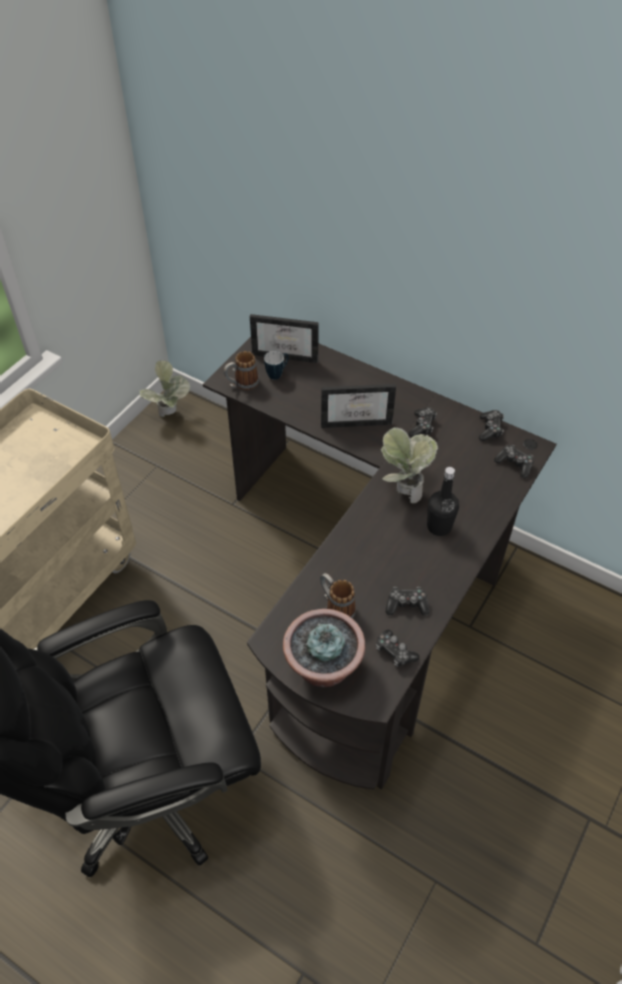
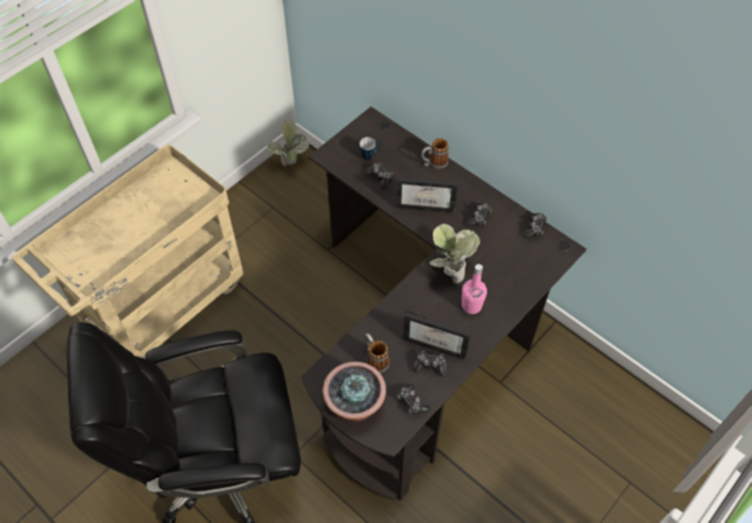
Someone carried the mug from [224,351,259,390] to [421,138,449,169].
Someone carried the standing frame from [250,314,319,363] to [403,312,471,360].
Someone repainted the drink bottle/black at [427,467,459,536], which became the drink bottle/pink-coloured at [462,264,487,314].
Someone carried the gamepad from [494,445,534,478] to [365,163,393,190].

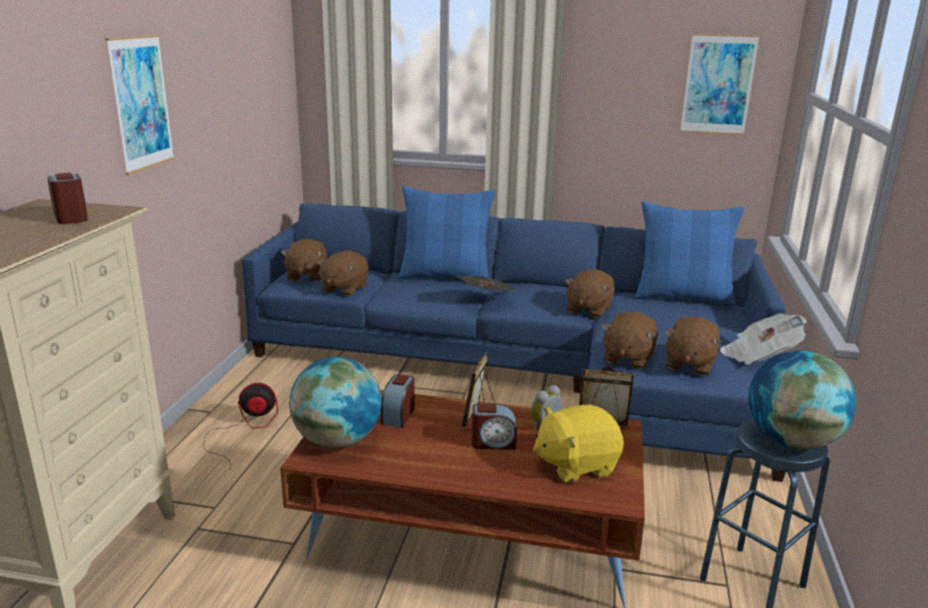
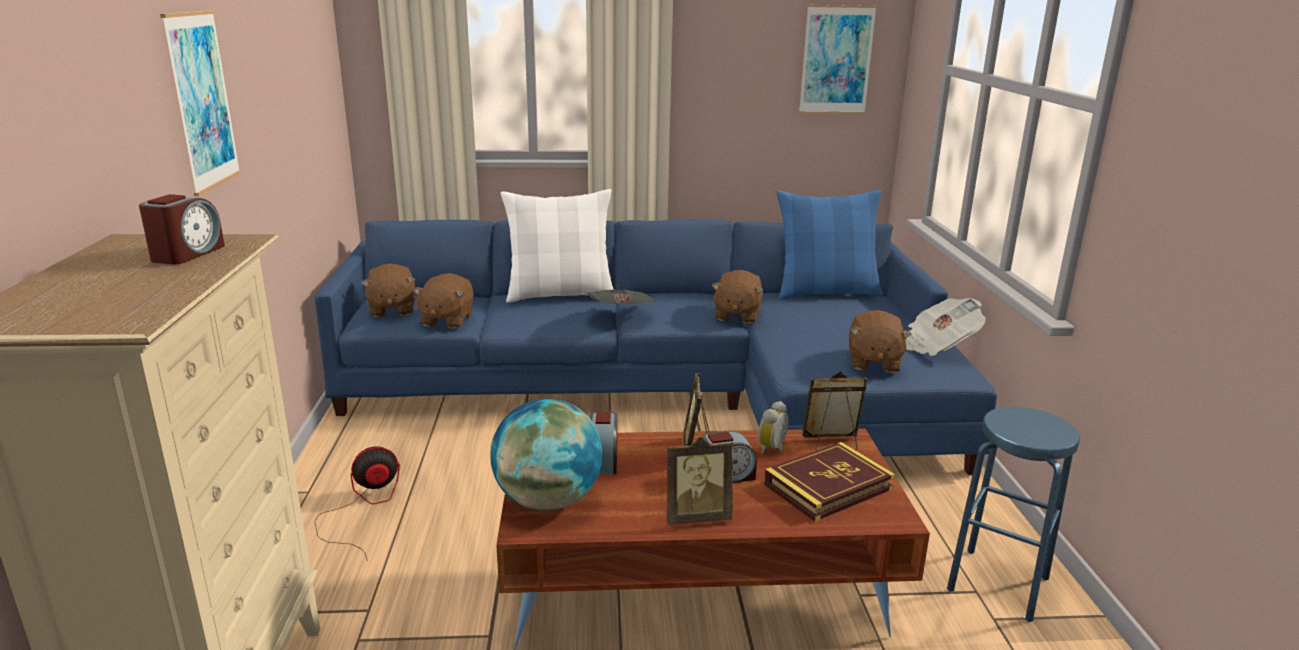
Someone rotated the alarm clock at [48,173,88,224] by 60 degrees clockwise.
Someone repainted the pillow/bluish at [398,186,496,279], which became the pillow/white-coloured at [500,189,613,303].
Someone swapped the cuddly toy/yellow-coloured at [533,405,624,483] for the bound book at [764,442,895,522].
Someone took away the cuddly toy/brownish at [601,312,658,369].
Someone took away the globe at [749,350,856,449].
Someone put down the standing frame at [667,436,733,525].

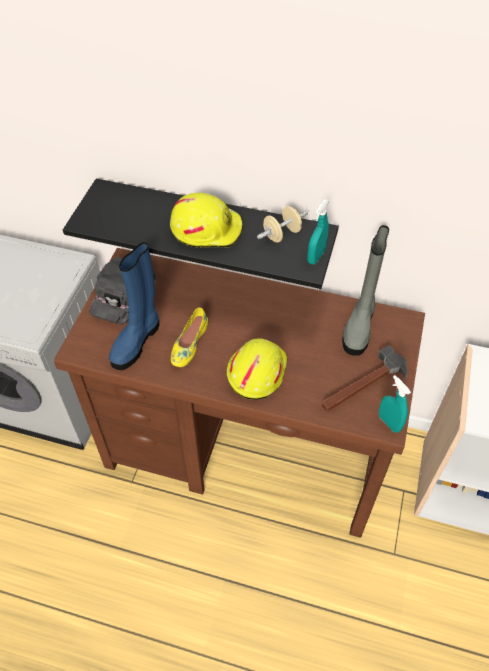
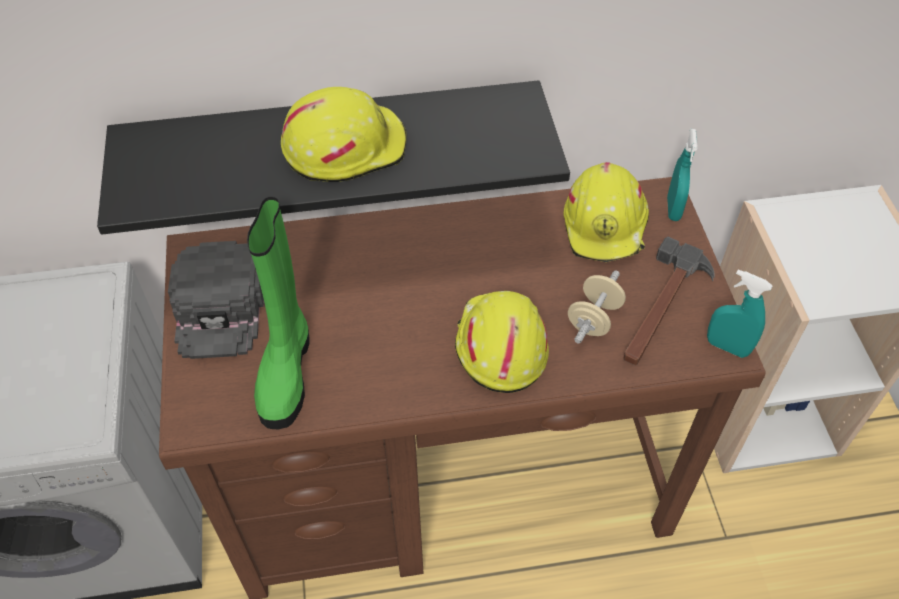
Someone repainted the high-top boot/bluish at [109,242,159,370], which became the high-top boot/greenish at [247,197,310,429].
Someone took away the low shoe/yellow-coloured at [171,308,208,367].
Someone carried the hand weight/sand-coloured from [257,206,308,243] to [568,270,626,344].
Someone carried the spray bottle/turquoise-coloured from [307,199,329,265] to [667,129,698,221].
Someone swapped the high-top boot/grey at [342,225,389,356] for the safety helmet/yellow-coloured at [563,162,649,262].

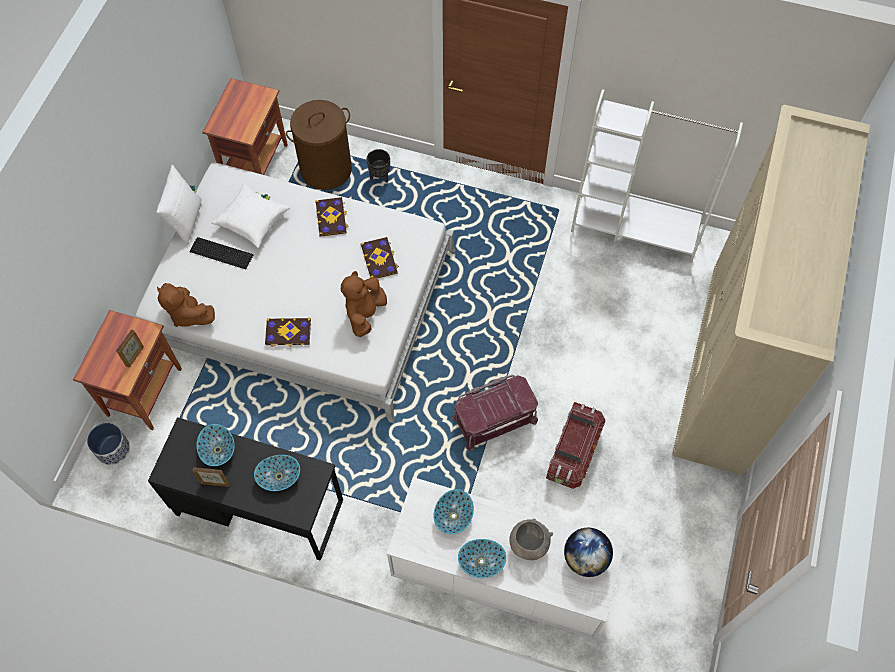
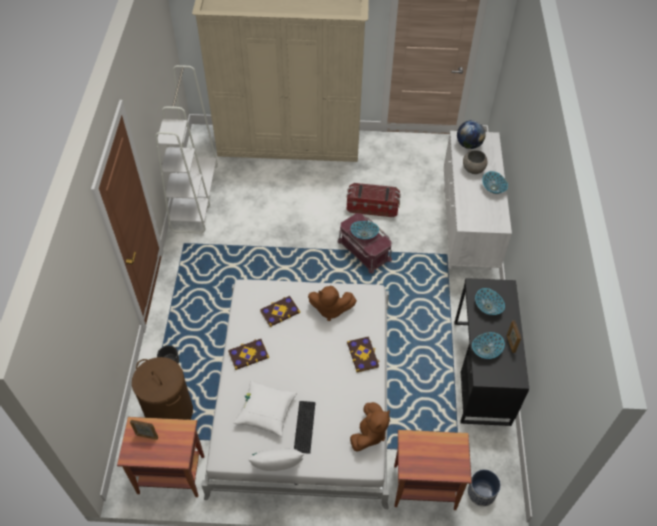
Someone carried the standing frame from [116,329,144,368] to [130,420,158,440].
Someone carried the bowl from [433,489,474,534] to [351,221,379,240].

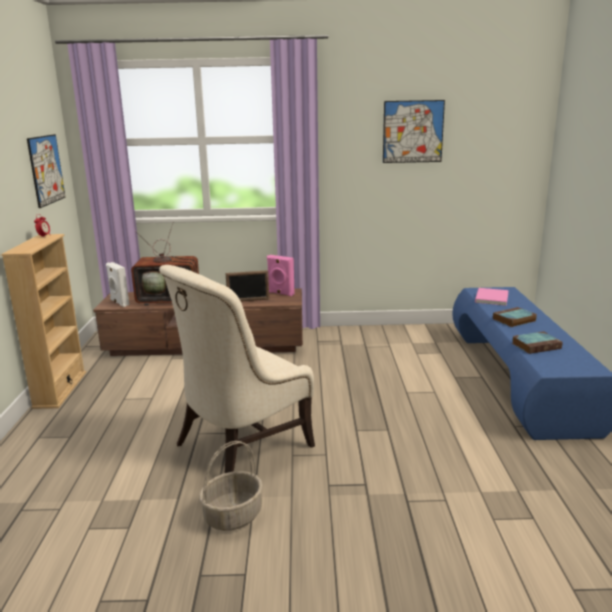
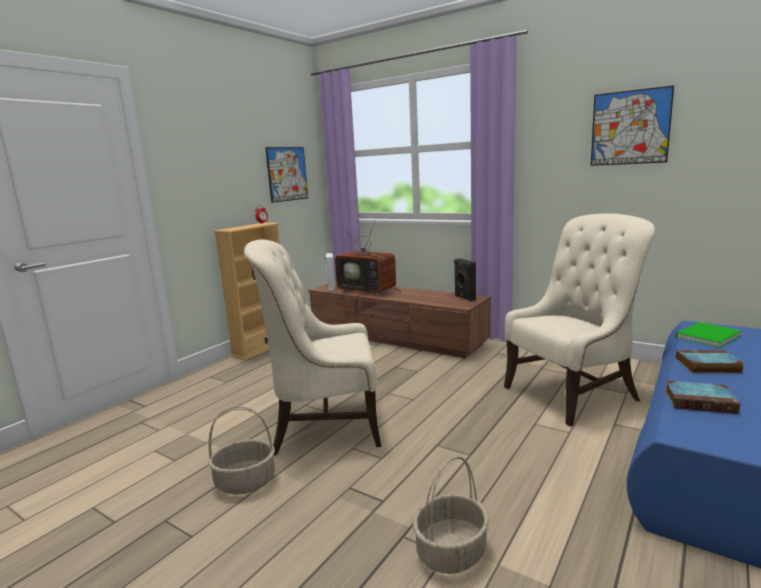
Someone took away the standing frame at [226,270,269,302].
Someone repainted the speaker/pink-coloured at [267,255,295,296], which became the speaker/black at [454,259,476,301].
Someone repainted the bound book/pink-coloured at [475,288,509,306], which became the bound book/greenish at [675,322,742,348].
Someone put down the household basket at [413,456,489,574].
Someone put down the armchair/sand-coloured at [504,213,655,426].

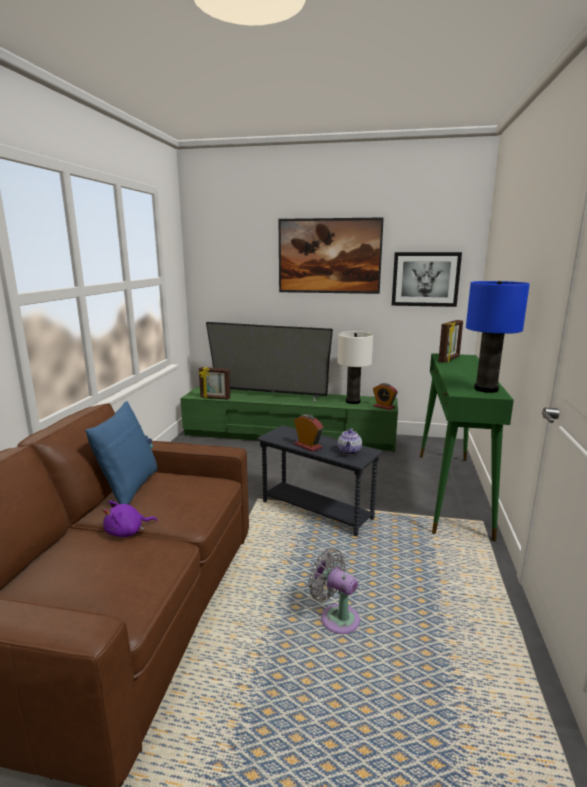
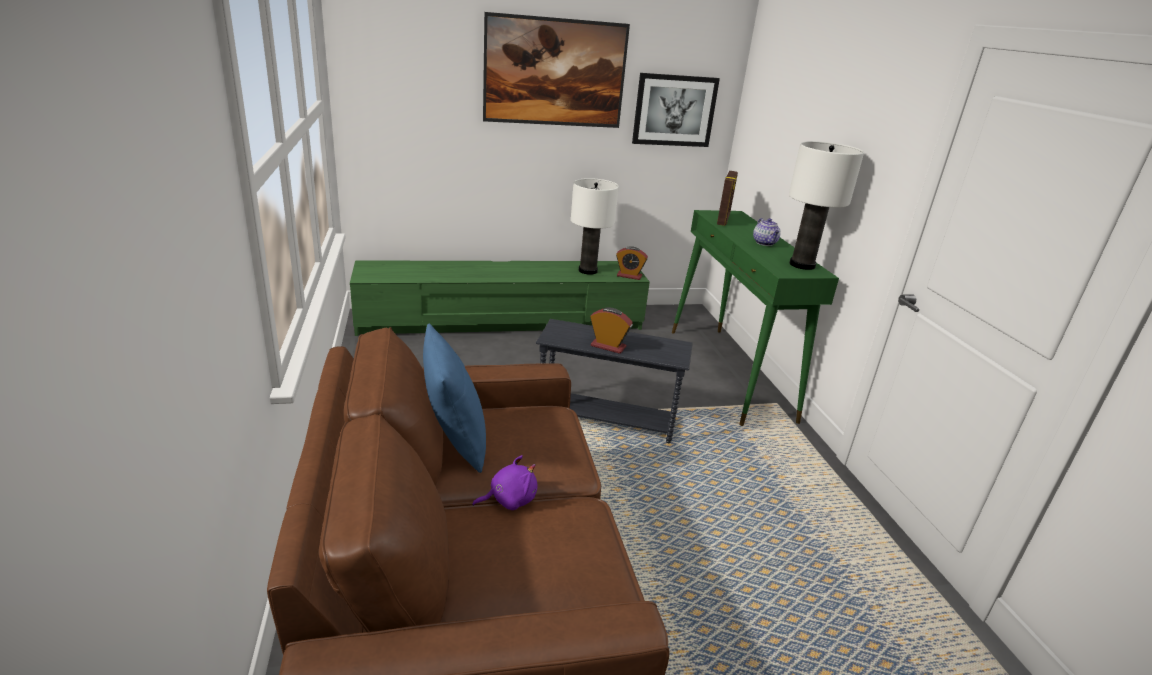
Someone rotated the cuddly toy/purple at [103,501,157,537] by 150 degrees counterclockwise.
Someone took away the standing frame at [199,367,230,400].
Someone took away the TV at [206,322,333,403].
Someone took away the fan/grey at [308,548,360,634].
Someone carried the teapot from [338,428,362,455] to [753,218,781,246].
Someone repainted the table lamp/bluish at [466,281,530,393], which became the table lamp/white-coloured at [789,141,864,270].

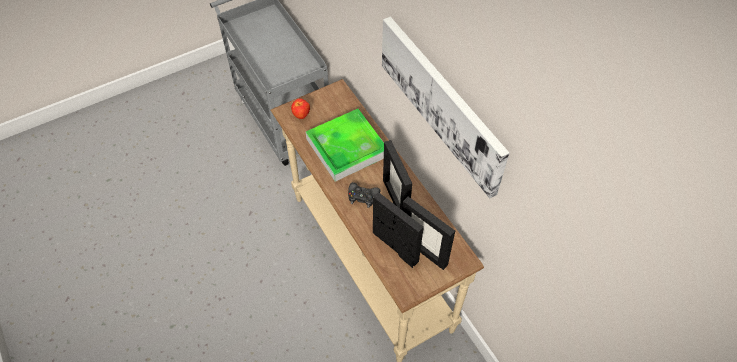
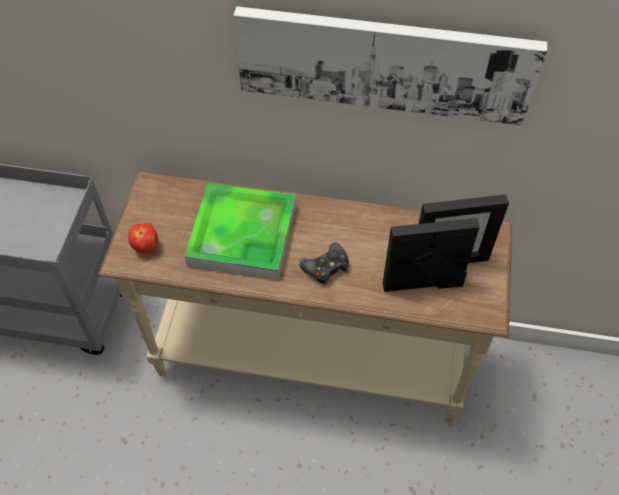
Someone took away the standing frame at [383,140,412,210].

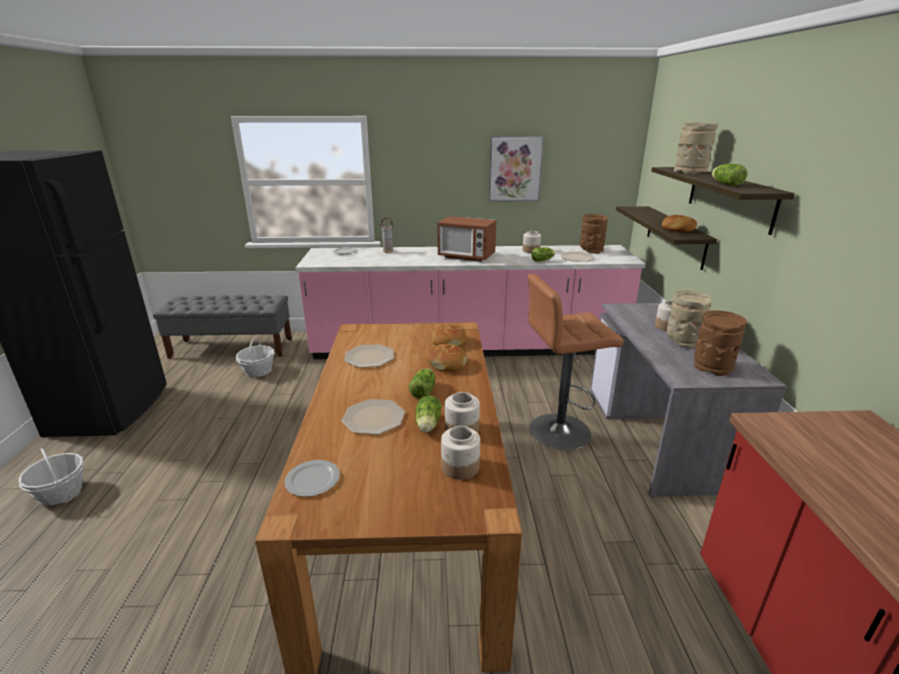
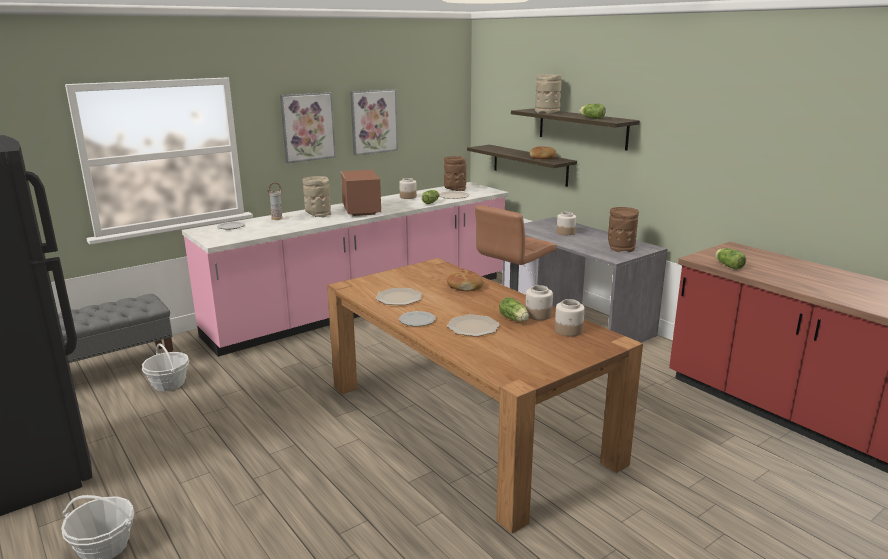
Someone carried the dinner plate from [284,460,340,497] to [399,311,436,326].
Someone carried the head of lettuce from [409,368,435,399] to [715,248,746,270].
Someone took away the bakery bread at [433,324,467,347].
Someone rotated the kitchen microwave at [437,216,496,262] by 90 degrees counterclockwise.
Someone carried the decorative vase/sand-coloured from [666,290,712,349] to [303,176,331,218].
Someone put up the wall art at [280,92,336,163].

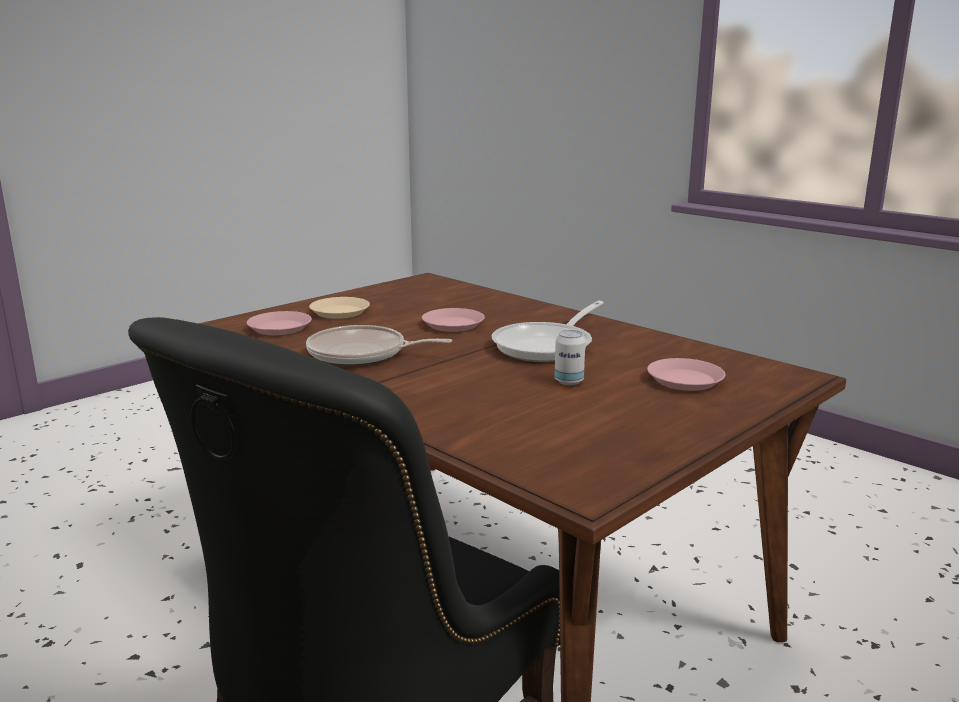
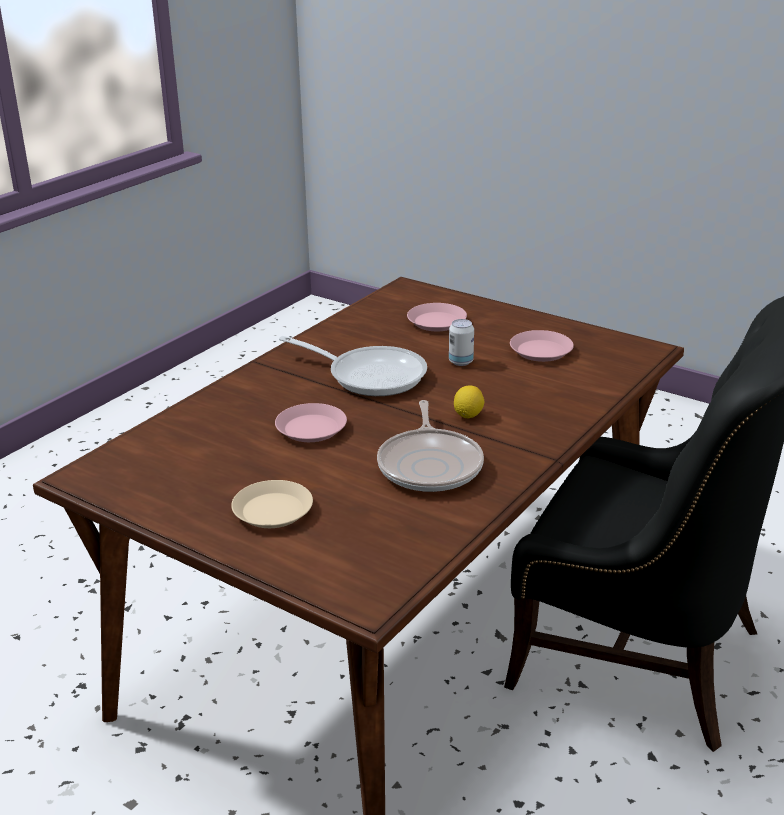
Someone carried the dinner plate/pink-coloured from [247,311,312,335] to [510,330,574,362].
Someone put down the lemon at [454,385,484,419].

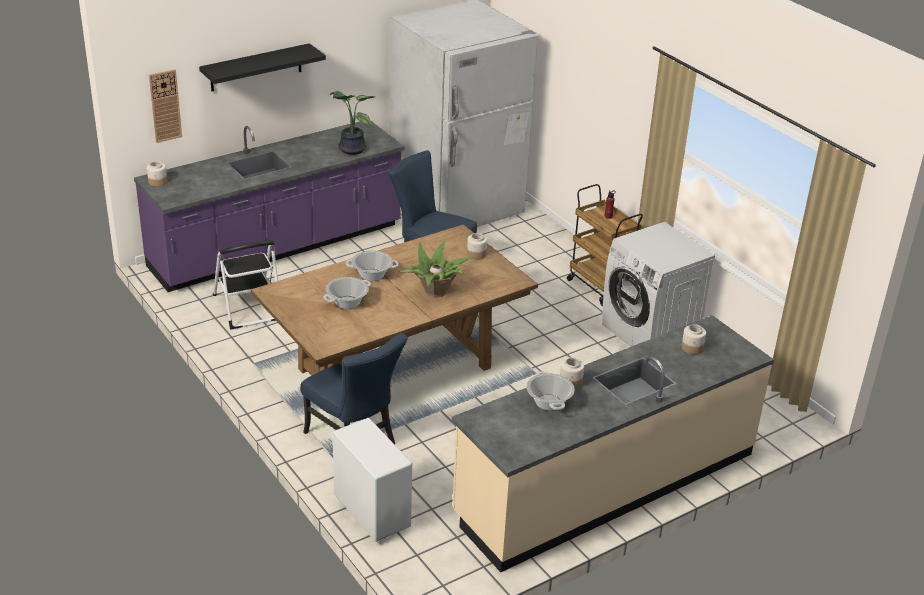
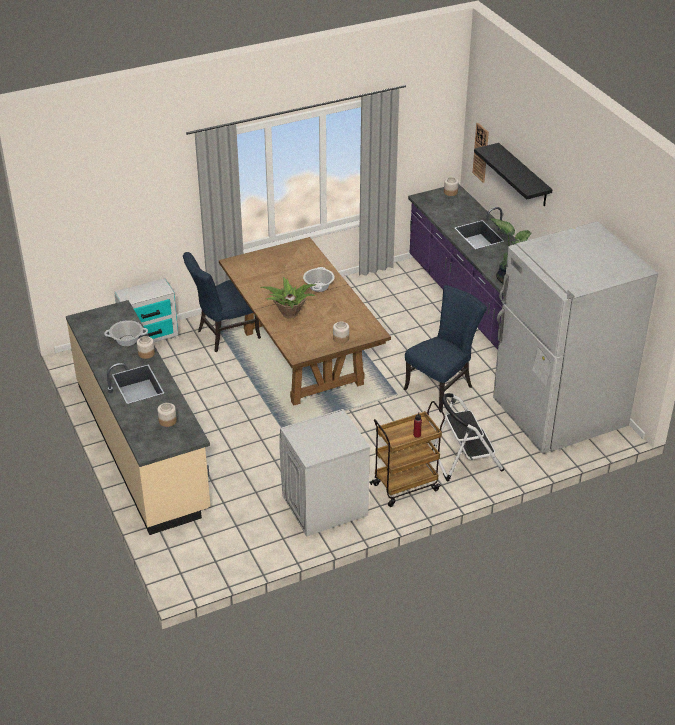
Someone carried the step stool from [213,240,278,330] to [432,393,504,482].
Someone took away the saucepot at [323,277,371,309].

